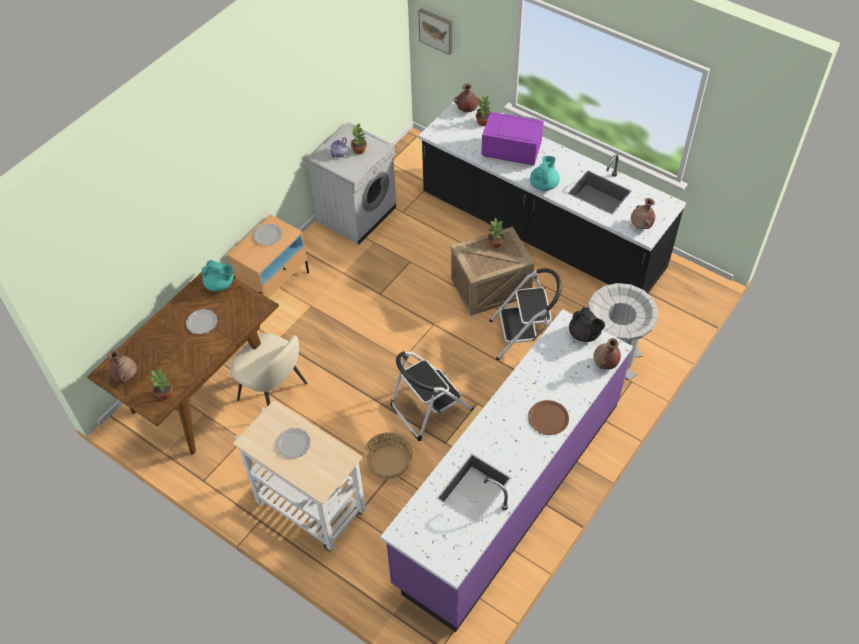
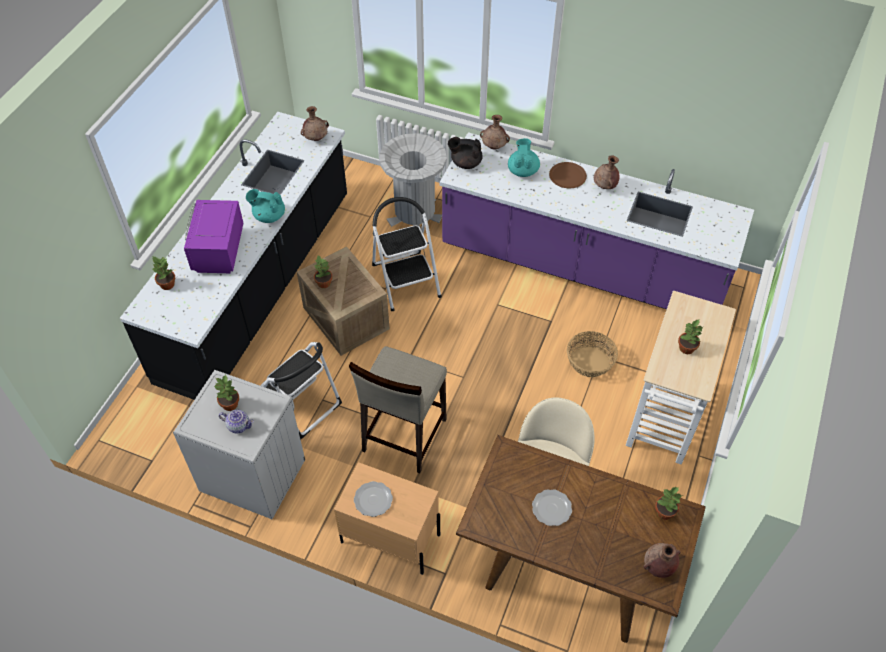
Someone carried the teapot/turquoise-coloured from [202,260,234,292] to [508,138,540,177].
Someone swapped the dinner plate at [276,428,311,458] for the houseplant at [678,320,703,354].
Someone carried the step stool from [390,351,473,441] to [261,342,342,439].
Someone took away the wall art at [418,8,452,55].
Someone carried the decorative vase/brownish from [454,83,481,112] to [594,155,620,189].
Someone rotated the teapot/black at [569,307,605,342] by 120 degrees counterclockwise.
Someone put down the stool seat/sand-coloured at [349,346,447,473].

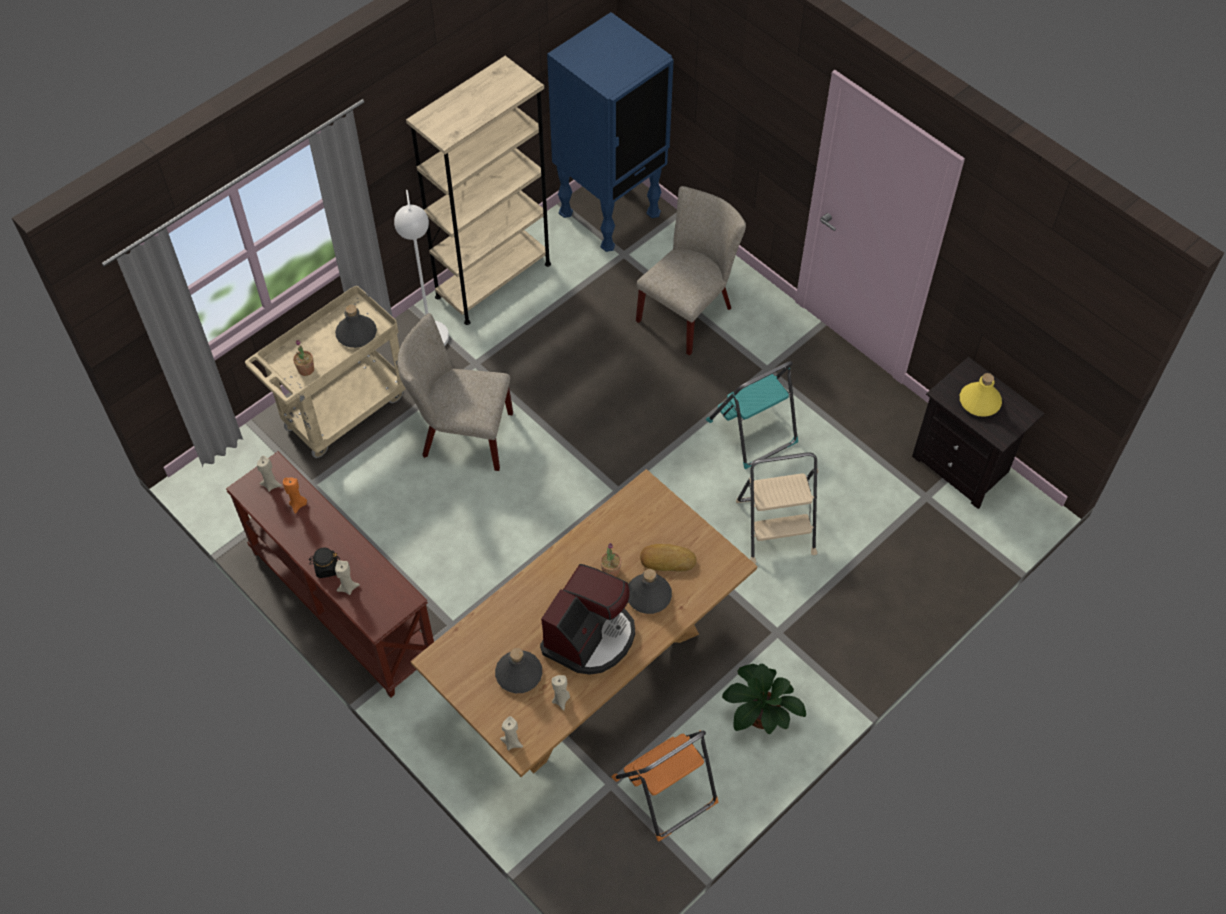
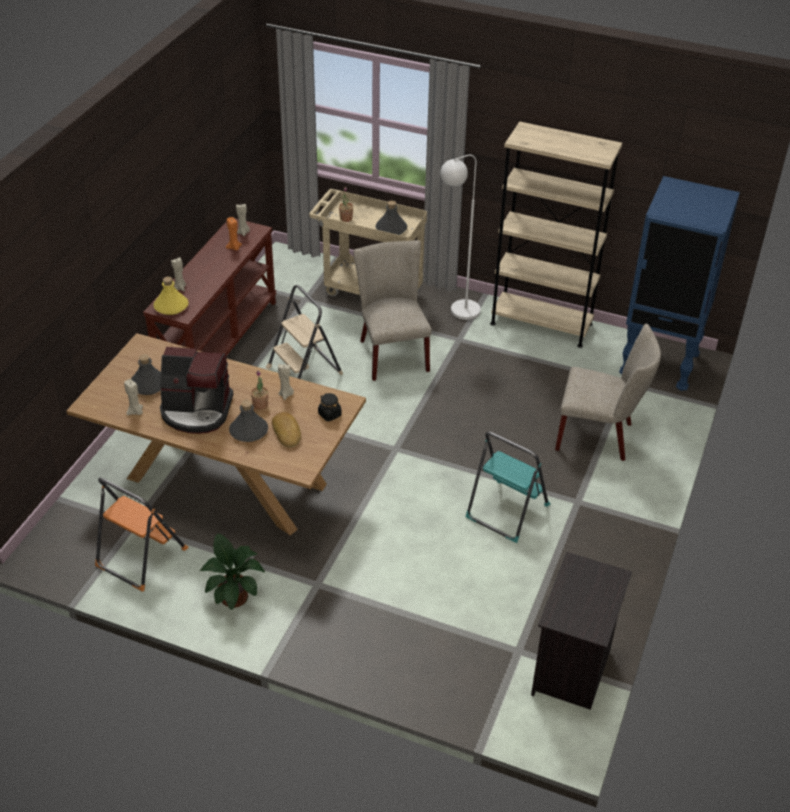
Someone carried the preserve jar/black from [309,547,340,578] to [318,393,342,421].
Someone carried the candle/sand-coloured from [500,716,523,750] to [278,364,294,400].
Someone carried the step stool/sand-coloured from [736,452,818,564] to [266,285,343,379].
Someone carried the drink bottle/yellow-coloured from [960,373,1002,417] to [153,277,189,315].

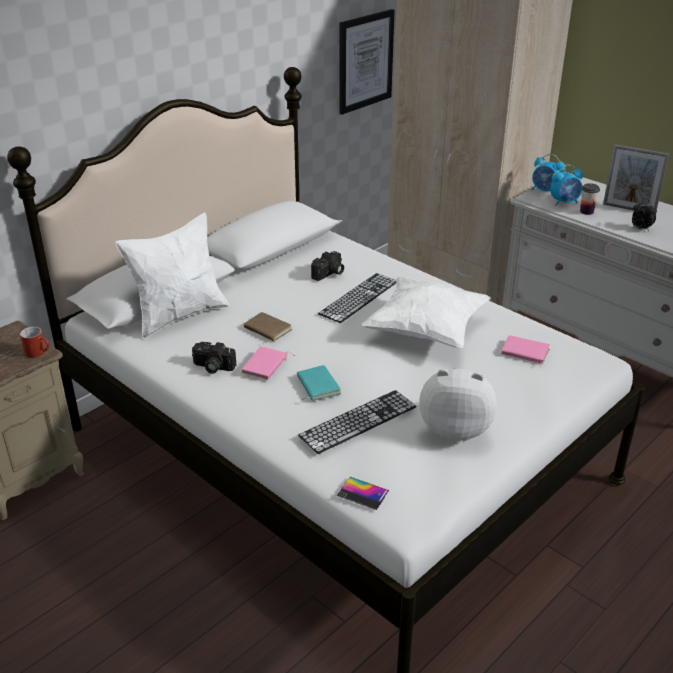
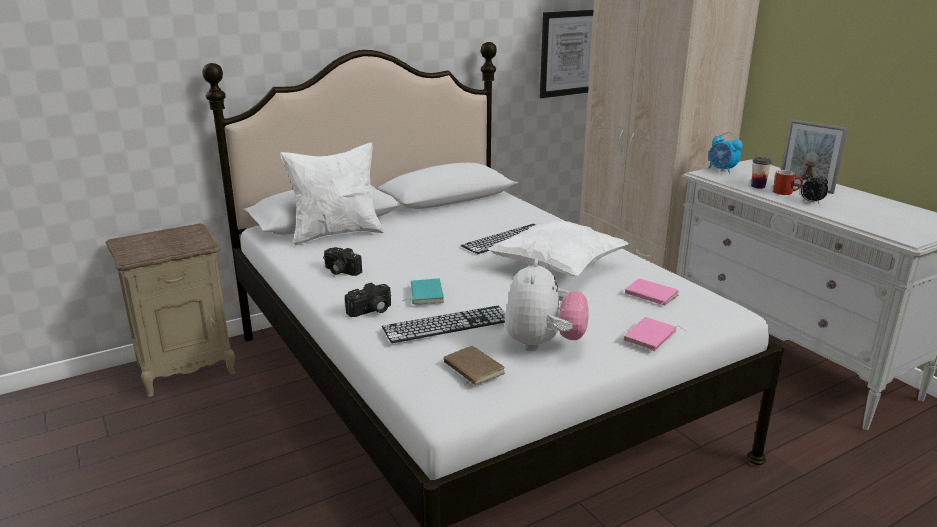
Someone carried the mug/red-coloured from [20,327,49,357] to [773,170,803,195].
Someone carried the bound book/pink-coloured from [241,346,295,380] to [623,317,687,351].
Someone carried the bound book/brownish from [244,312,292,342] to [443,346,505,385].
Someone carried the photo camera from [311,251,344,281] to [345,283,391,317].
Someone took away the telephone at [337,477,389,510].
Someone rotated the cuddly toy at [419,369,497,441] by 75 degrees clockwise.
Someone took away the alarm clock at [550,165,583,206].

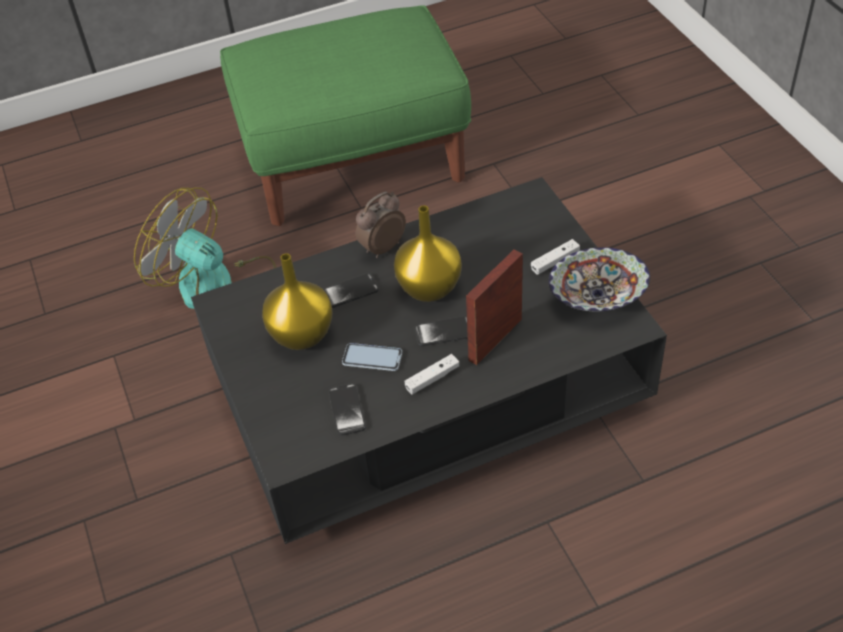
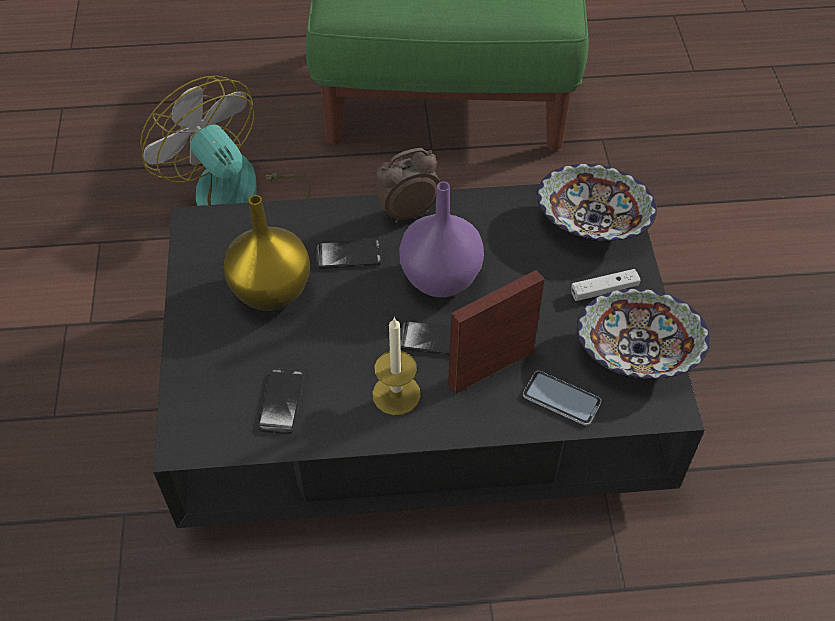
Someone carried the telephone from [342,343,402,371] to [523,371,601,426].
Someone repainted the decorative vase/yellow-coloured at [394,205,462,302], which became the decorative vase/purple at [399,182,484,297].
Someone swapped the gamepad/white-coloured at [404,354,460,394] for the candle at [372,317,421,415].
Someone put down the bowl at [537,164,657,241].

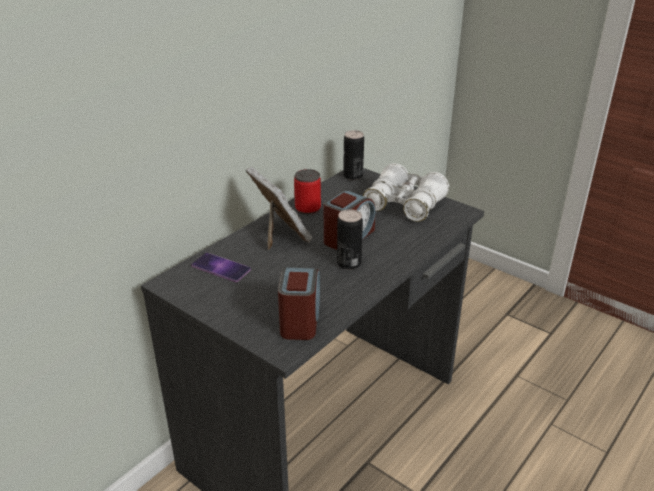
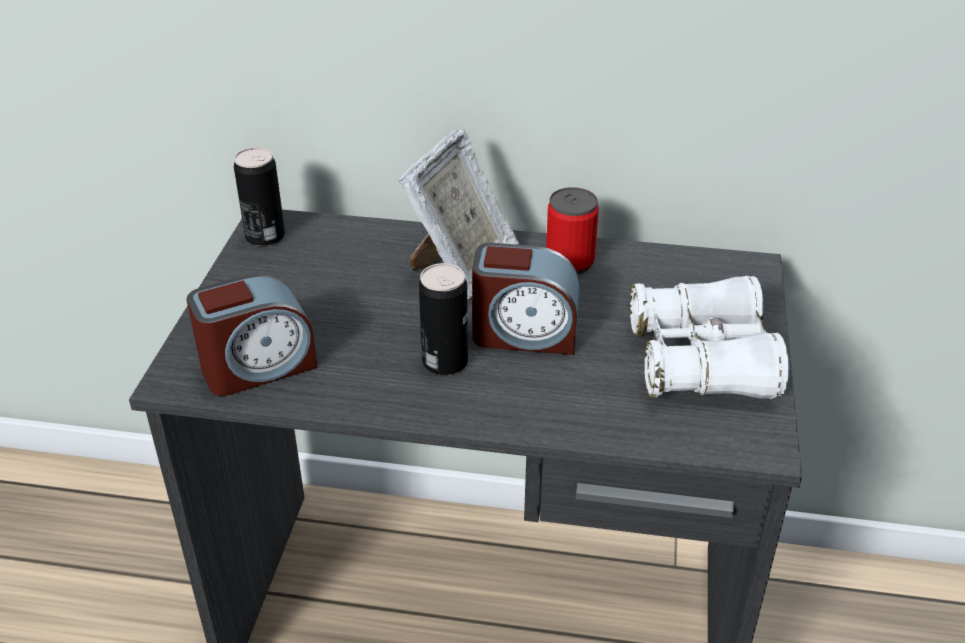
Someone took away the telephone at [191,253,251,282].
Someone carried the metal can from [343,130,364,180] to [234,147,285,246].

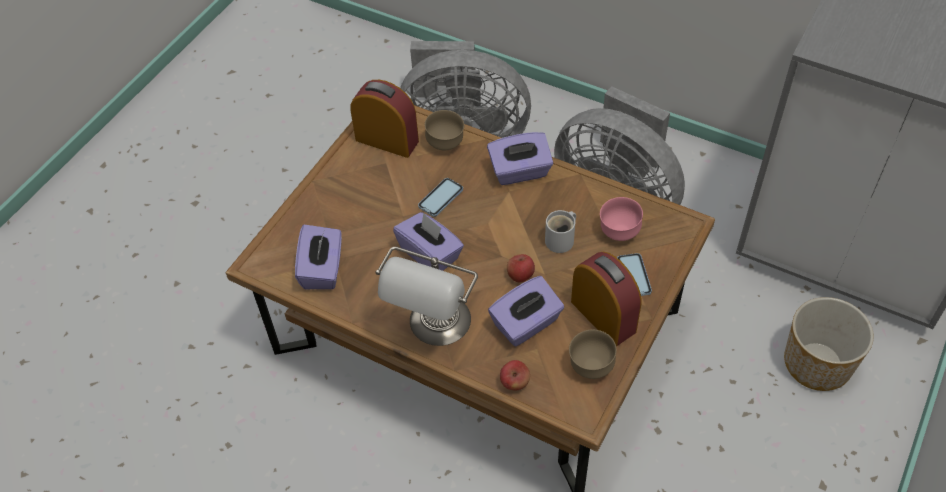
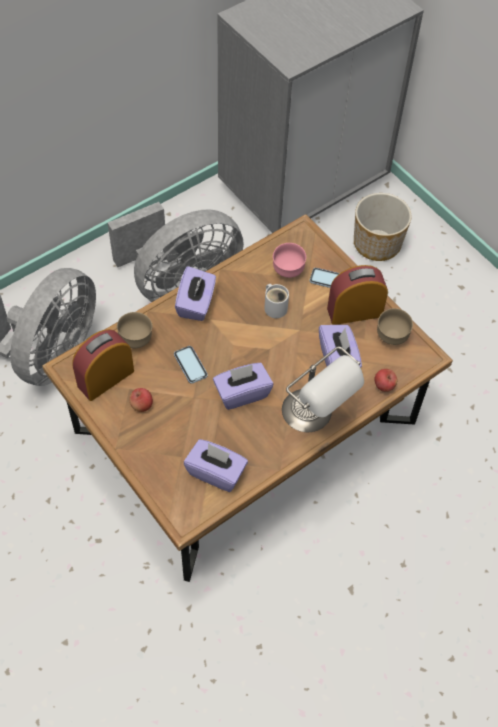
Someone carried the apple from [507,254,535,283] to [129,388,153,412].

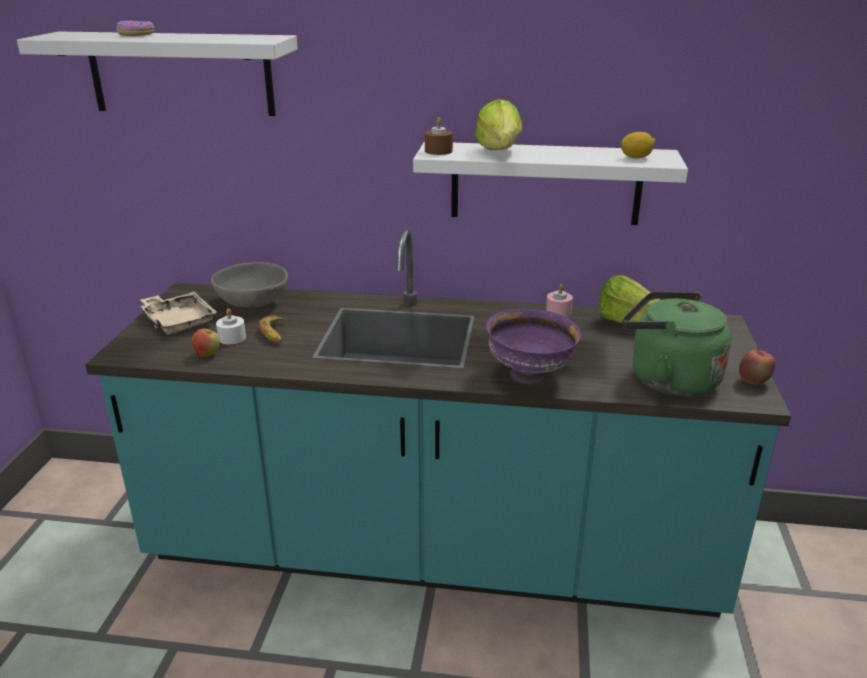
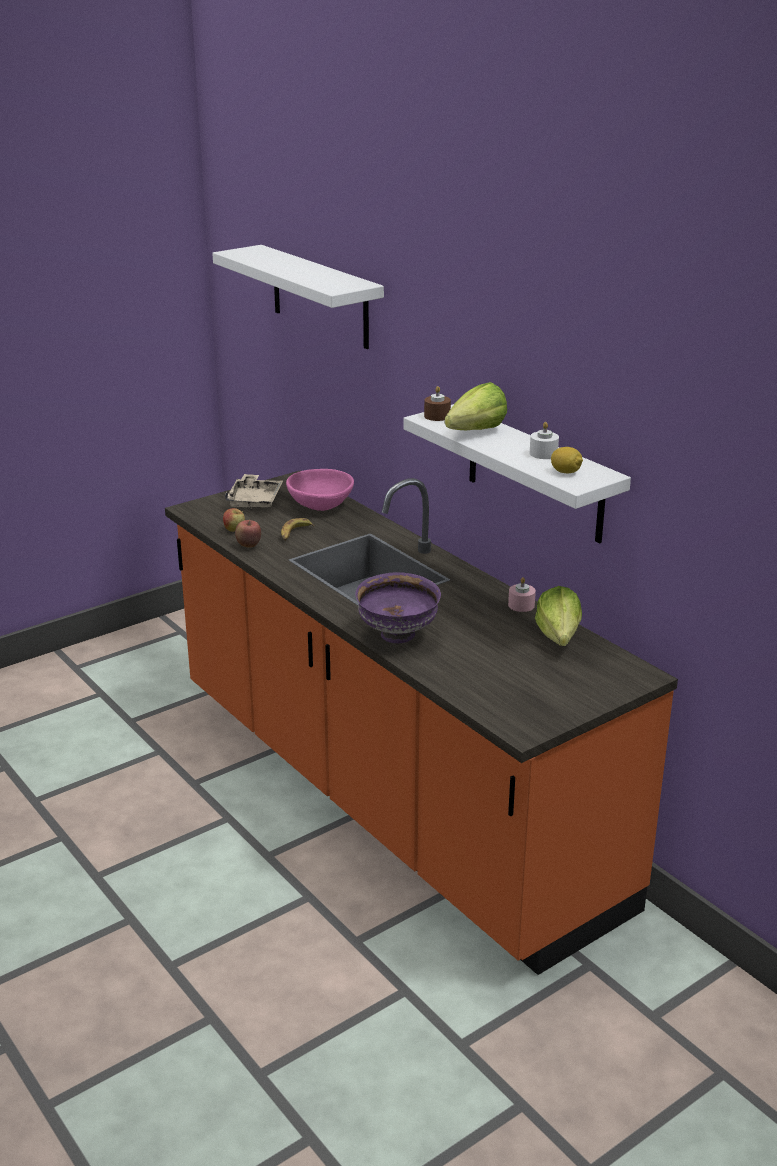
Someone repainted the kitchen counter/turquoise-coloured at [85,229,791,617], which became the kitchen counter/orange at [165,470,678,975].
Someone took away the ring doughnut at [116,20,154,36].
Someone repainted the bowl/grey at [211,262,288,308], which became the bowl/pink-coloured at [286,469,354,511].
Someone carried the candle/white-coloured from [216,309,246,345] to [530,422,559,459].
Someone took away the tea kettle/greenish at [623,291,732,397].
Someone carried the apple from [739,348,776,384] to [235,519,261,548].

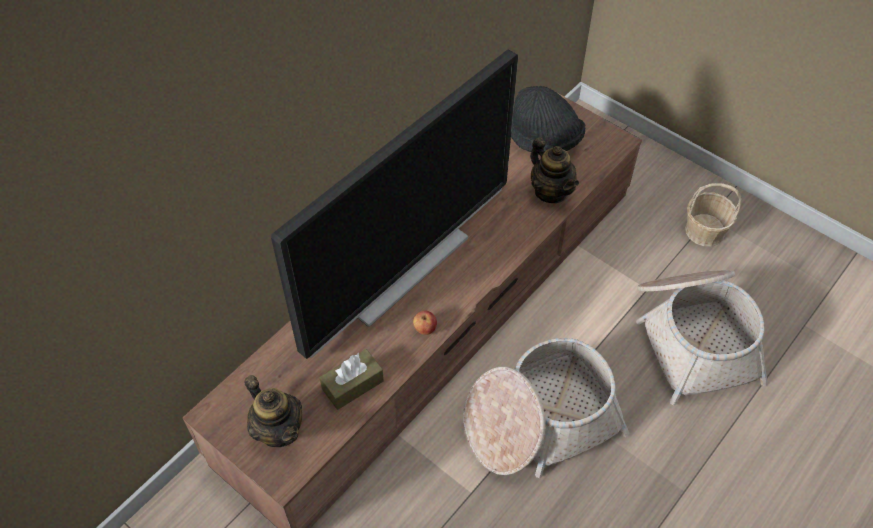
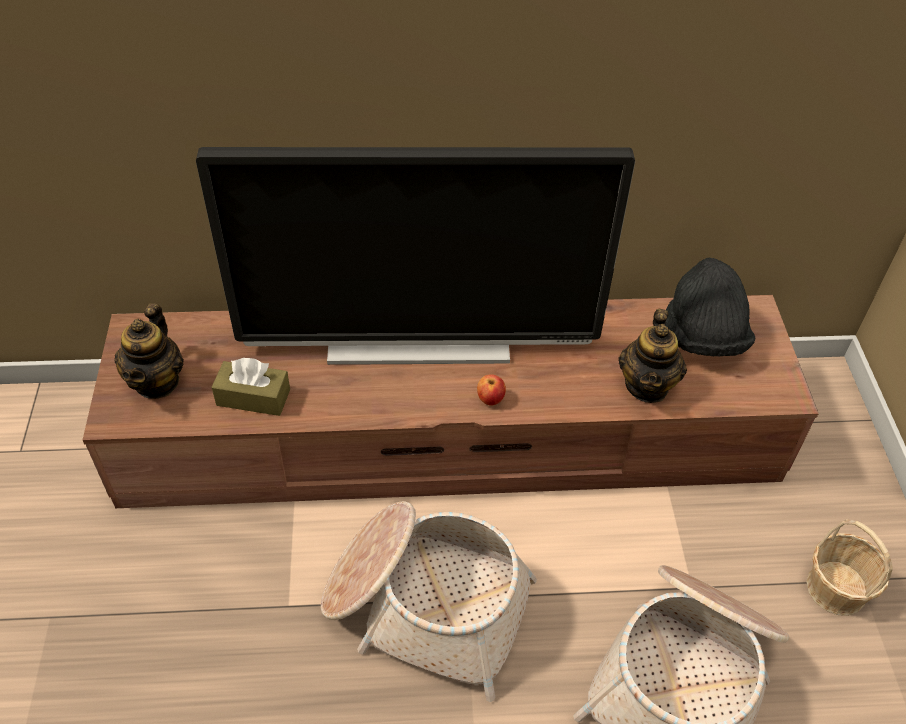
Someone carried the apple from [413,311,437,335] to [477,374,506,406].

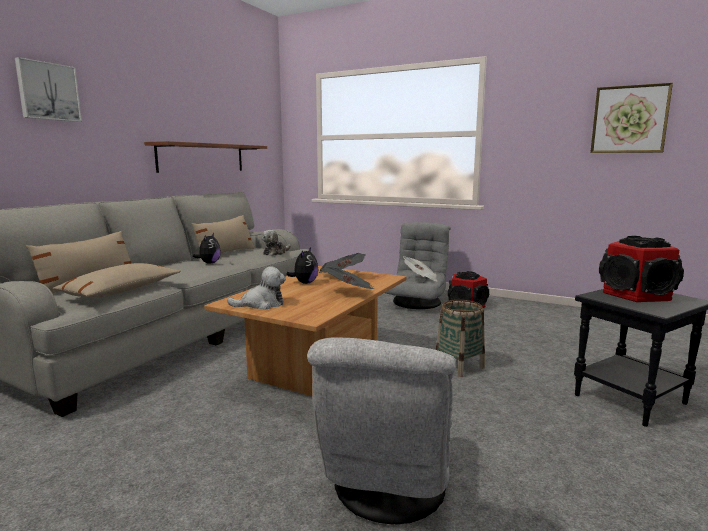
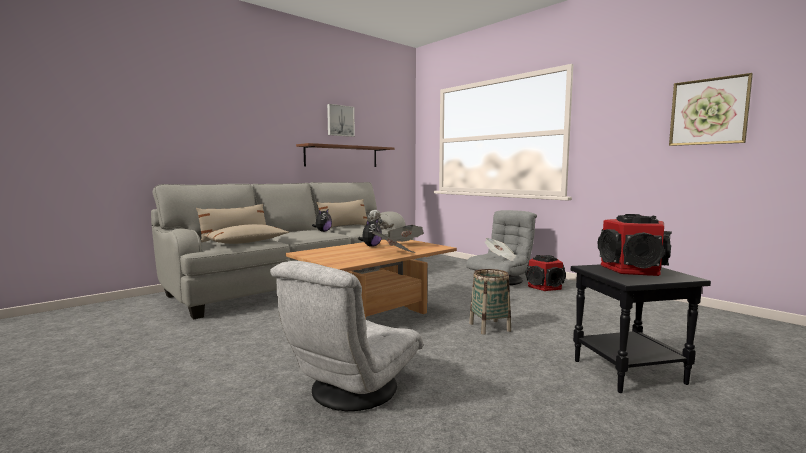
Someone carried the wall art from [15,57,82,122] to [327,104,355,137].
Someone took away the cuddly toy at [227,266,286,310].

